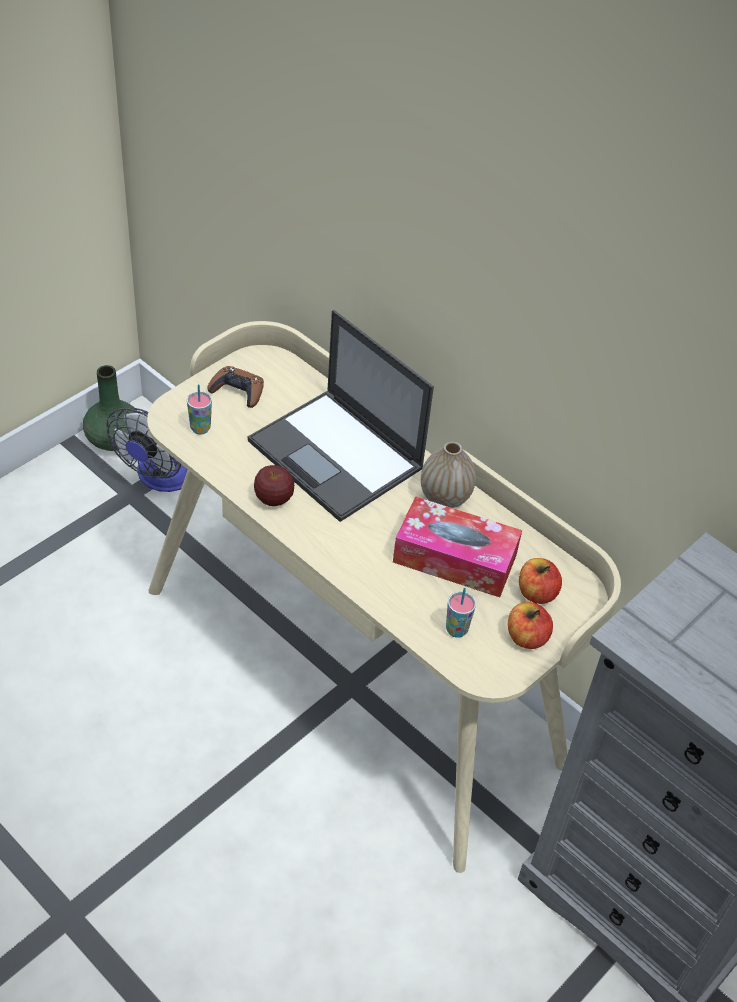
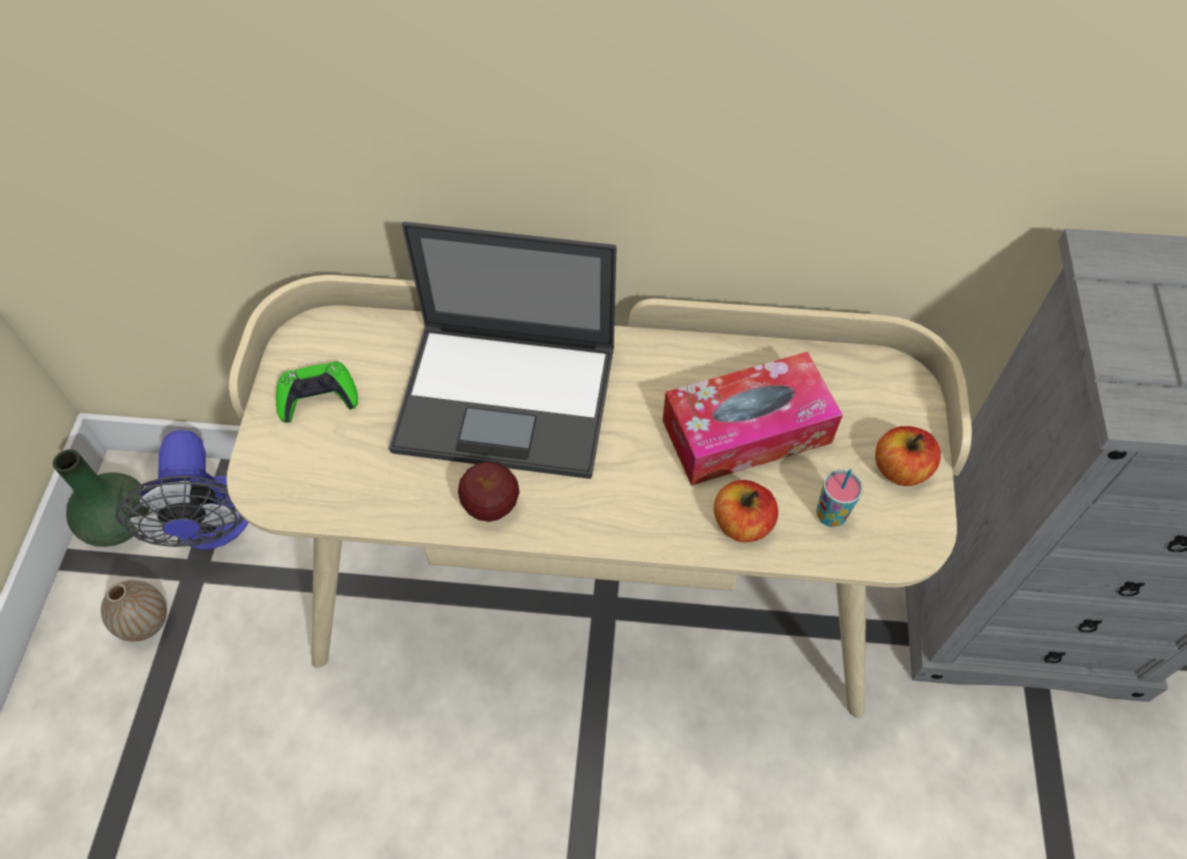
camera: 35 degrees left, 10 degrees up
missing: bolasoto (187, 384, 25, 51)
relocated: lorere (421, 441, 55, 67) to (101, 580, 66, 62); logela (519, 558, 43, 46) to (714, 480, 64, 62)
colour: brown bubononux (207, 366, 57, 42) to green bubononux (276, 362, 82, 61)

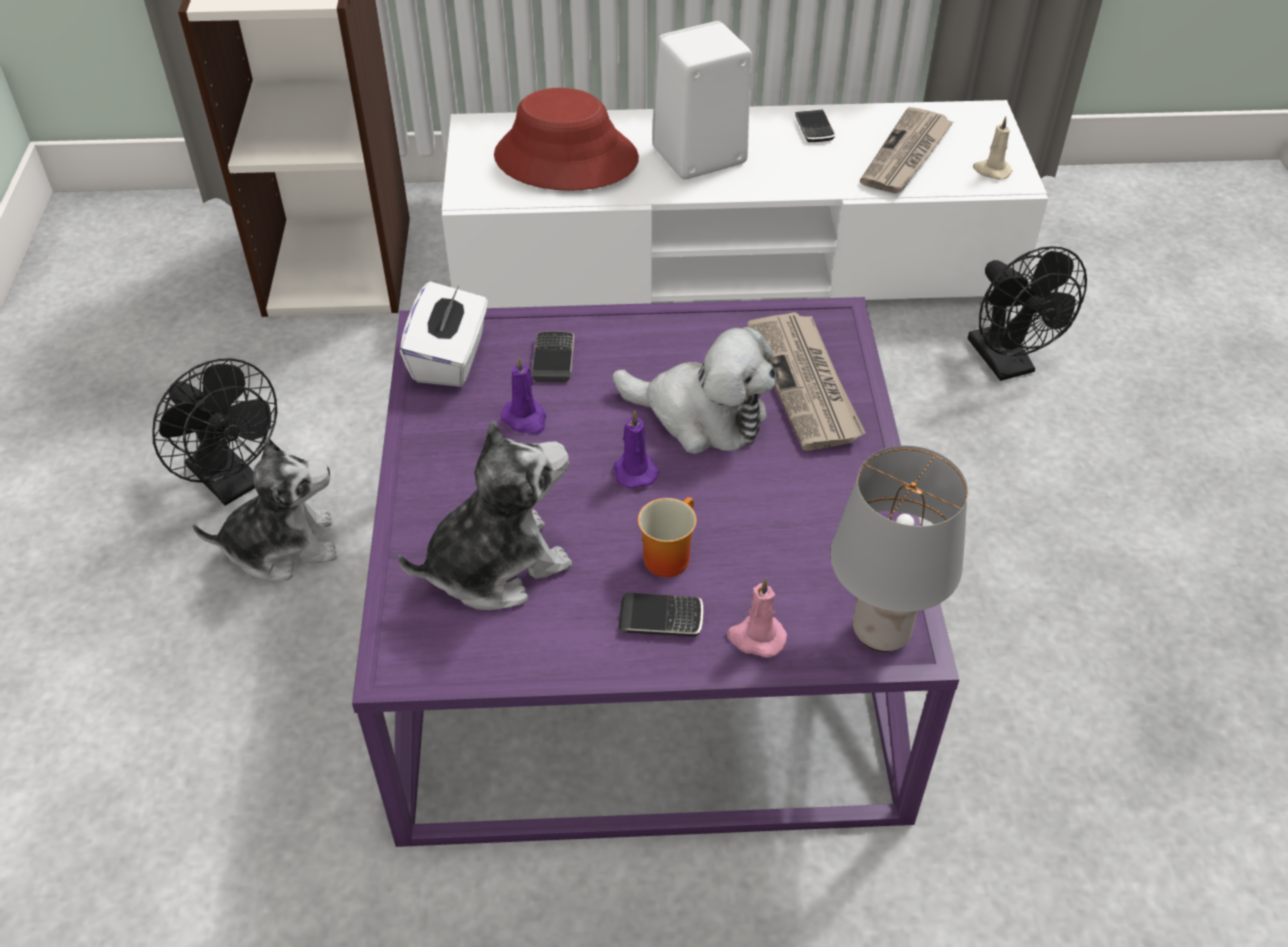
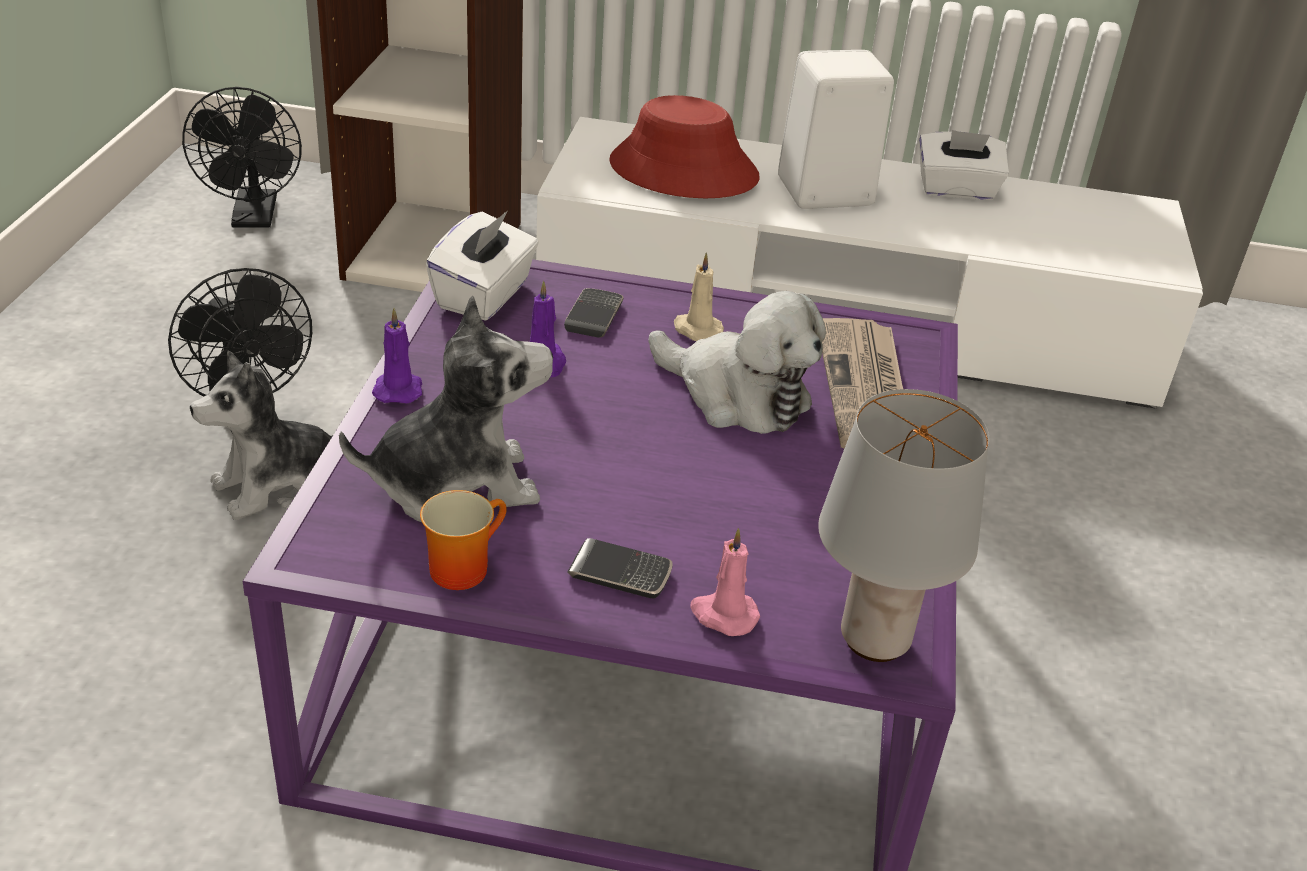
camera: 10 degrees right, 10 degrees down
missing: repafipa (860, 107, 94, 87)
relocated: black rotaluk (968, 246, 119, 135) to (182, 87, 120, 141); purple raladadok (614, 410, 45, 79) to (372, 308, 50, 96); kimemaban (638, 497, 59, 80) to (420, 490, 87, 100); beige raladadok (973, 116, 39, 64) to (674, 253, 50, 88)
exchanged: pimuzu (795, 110, 40, 32) to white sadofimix (919, 130, 90, 70)
spun: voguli (192, 438, 145, 142) = (190, 351, 157, 169) 150 degrees clockwise

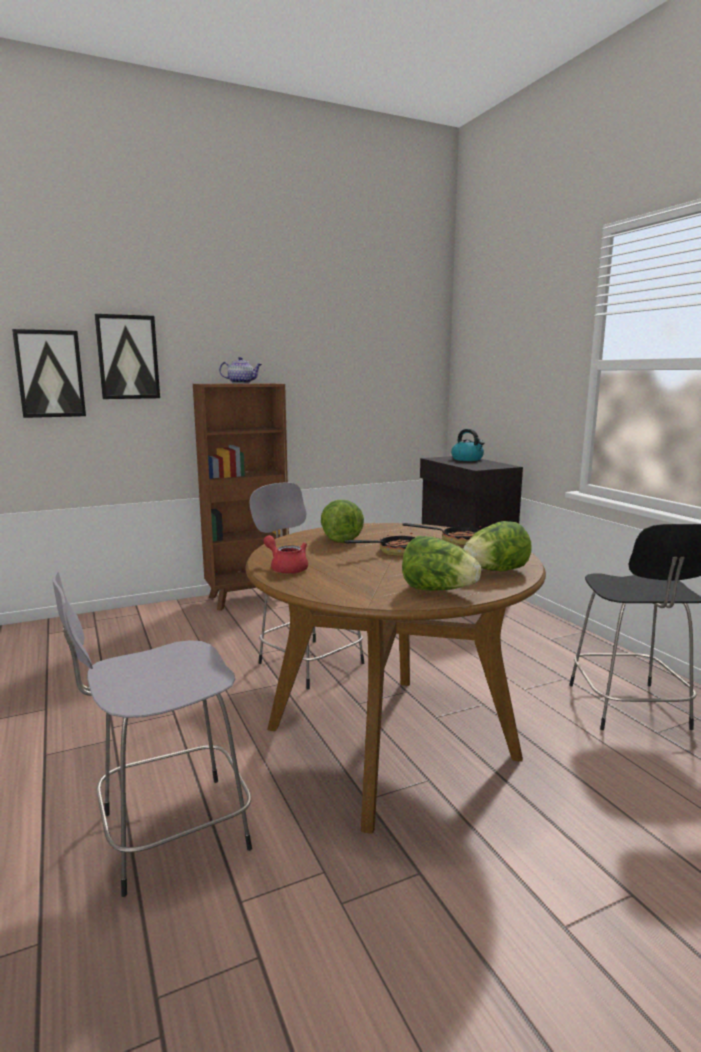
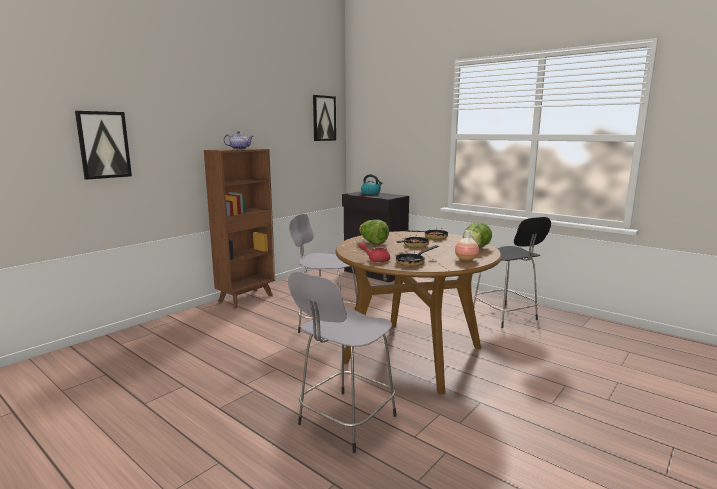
camera: 25 degrees left, 0 degrees up
appeared: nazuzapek (396, 245, 42, 21)
relocated: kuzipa (95, 314, 65, 85) to (313, 95, 23, 46)
exchanged: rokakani (402, 536, 79, 55) to lorere (455, 230, 24, 31)

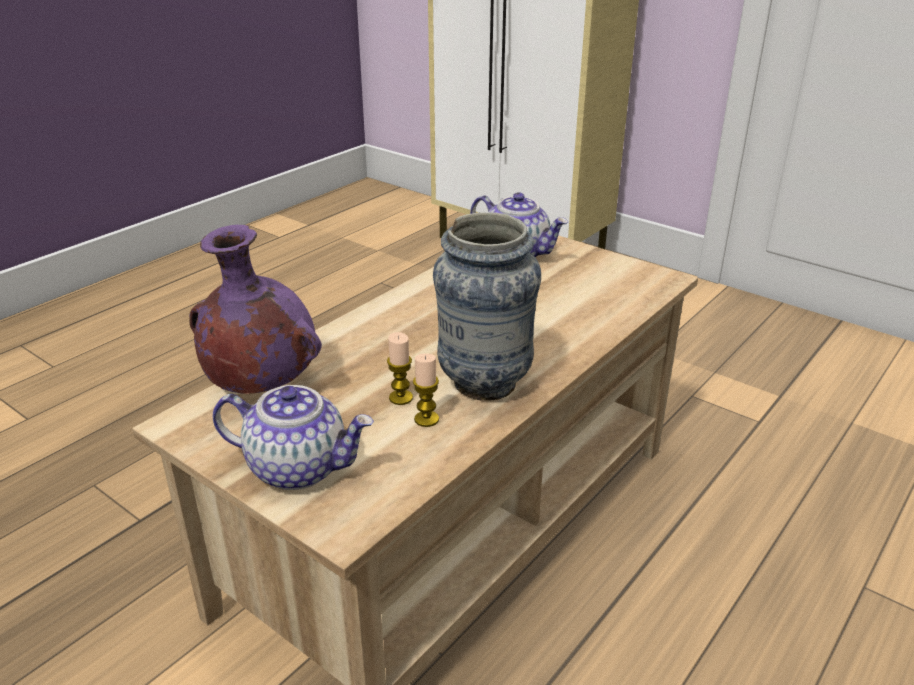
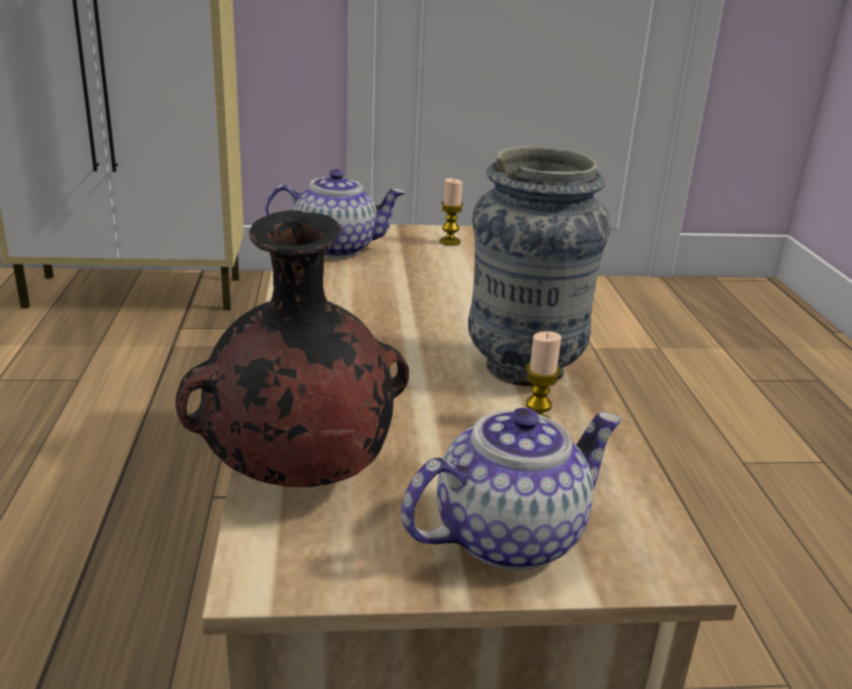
camera: 45 degrees left, 5 degrees down
relocated: raladadok (387, 332, 26, 73) to (439, 178, 24, 68)
colour: purple lorere (189, 225, 133, 169) to black lorere (175, 210, 234, 277)

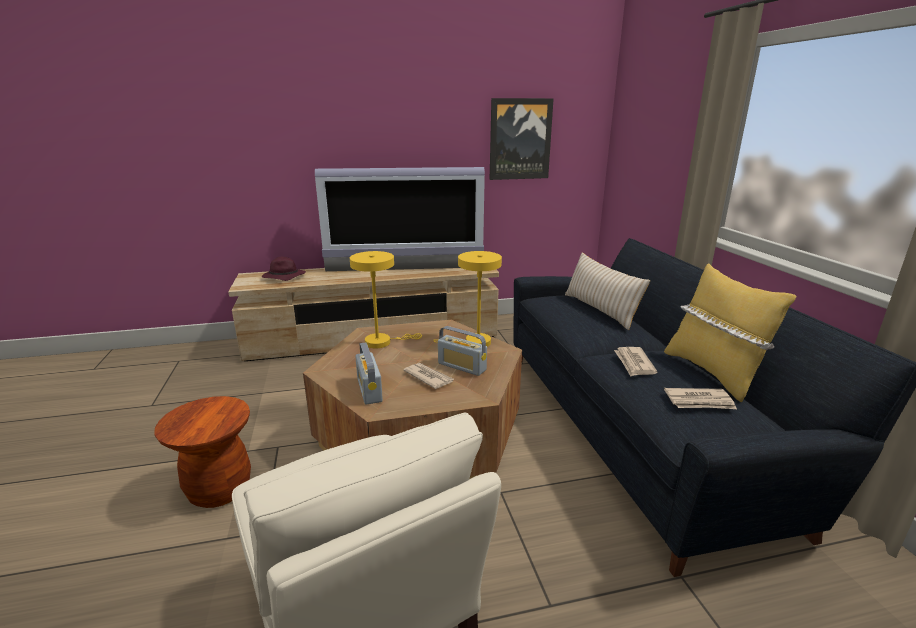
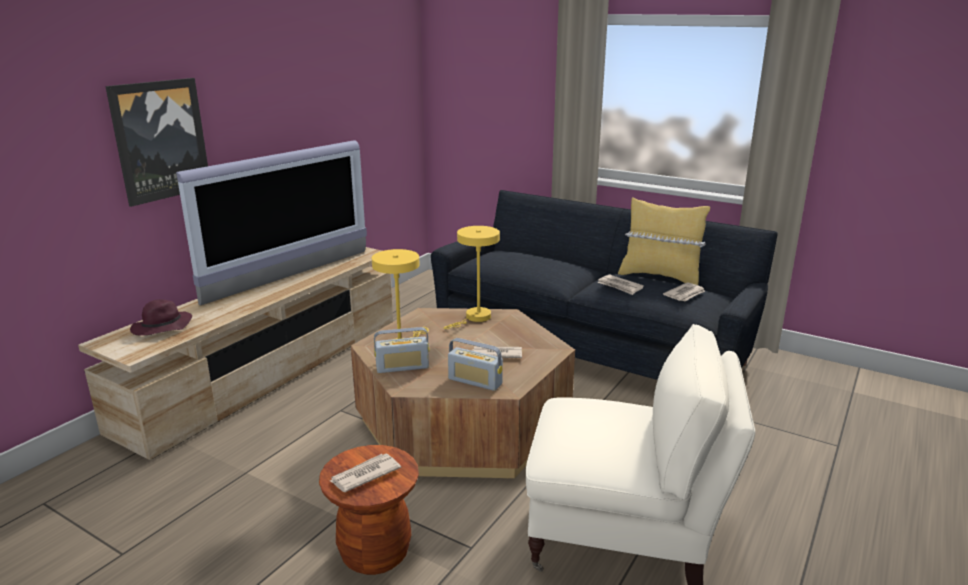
camera: 45 degrees left, 0 degrees up
missing: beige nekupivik (565, 253, 85, 77)
appeared: repafipa (330, 454, 71, 38)
relocated: kuzipa (490, 98, 64, 82) to (105, 78, 103, 129); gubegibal (438, 326, 49, 50) to (374, 327, 55, 46)

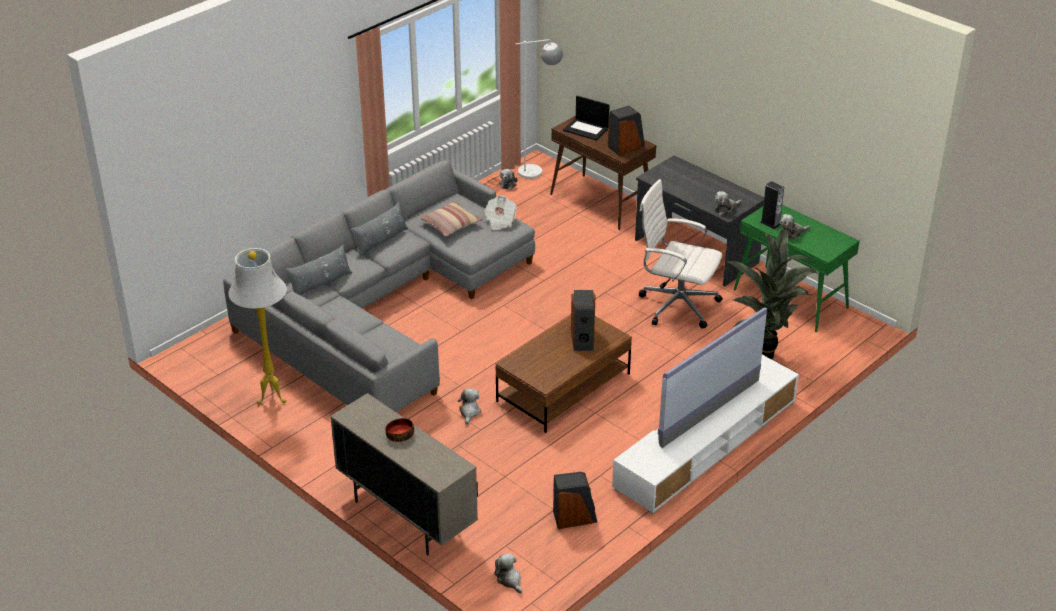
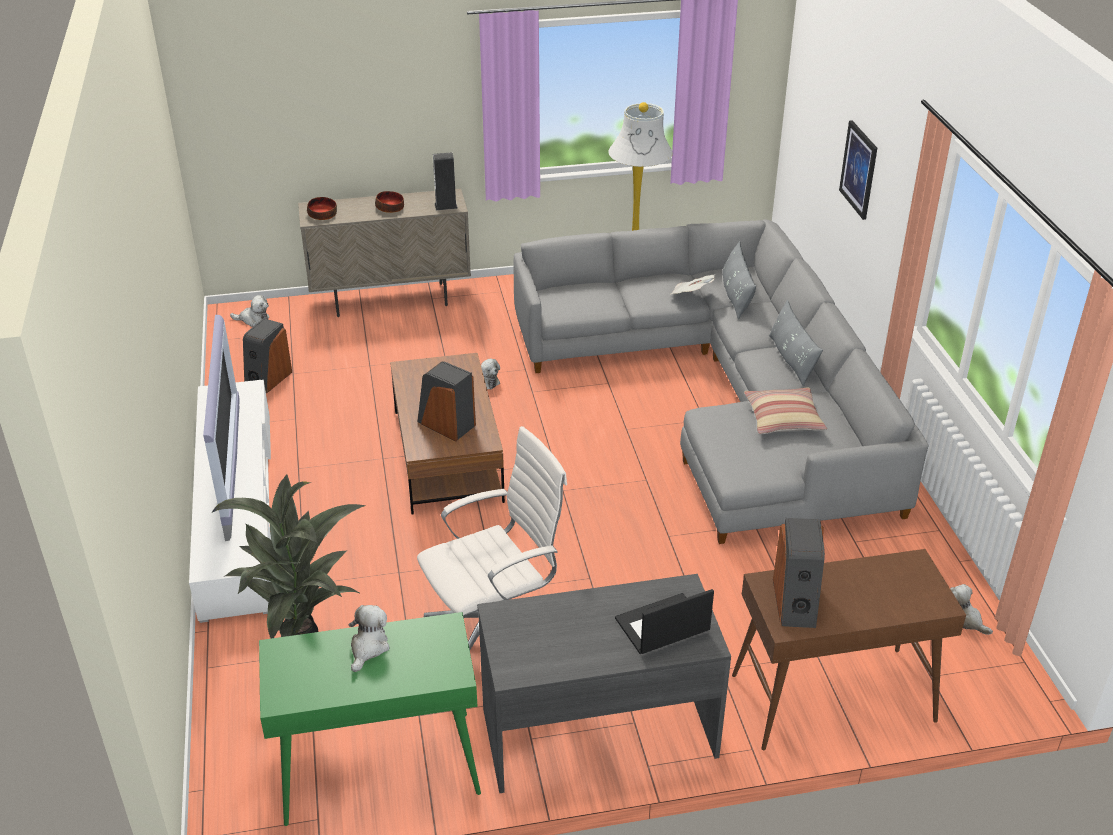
camera: 125 degrees right, 0 degrees up
missing: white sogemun (516, 39, 47, 140); voguli (715, 191, 27, 25)
appeared: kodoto (307, 197, 30, 23); kuzipa (839, 120, 38, 100)
relocated: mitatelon (760, 181, 24, 48) to (433, 152, 25, 58); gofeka (563, 96, 47, 44) to (615, 589, 99, 65); repafipa (484, 195, 33, 35) to (671, 274, 45, 20)

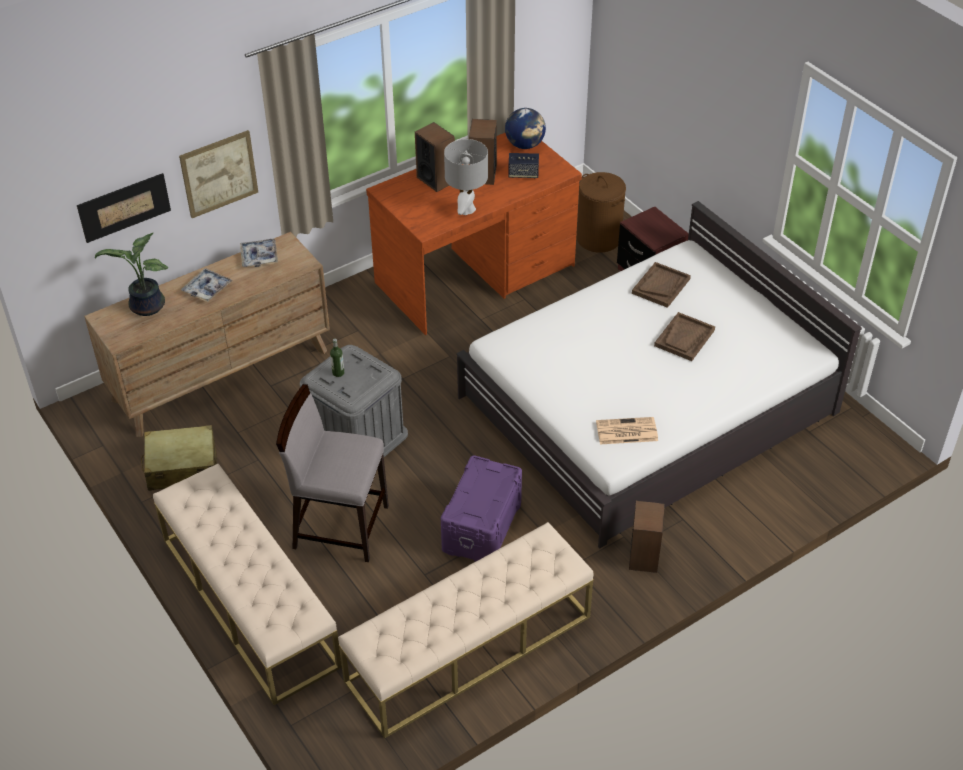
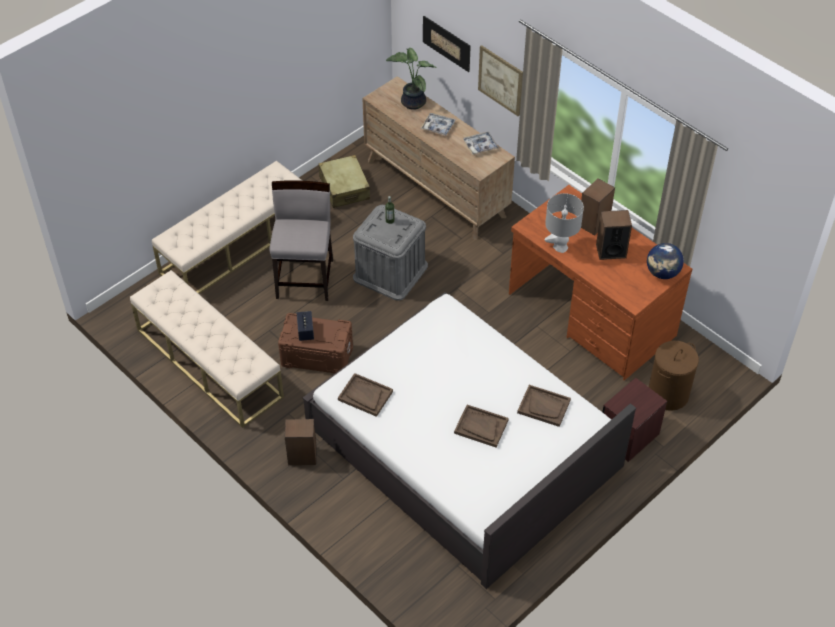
camera: 80 degrees right, 5 degrees up
relocated: mitatelon (508, 153, 31, 25) to (297, 311, 17, 30)
exchanged: repafipa (596, 417, 62, 28) to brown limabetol (338, 373, 55, 44)
colour: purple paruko (441, 456, 81, 105) to brown paruko (278, 313, 75, 61)

